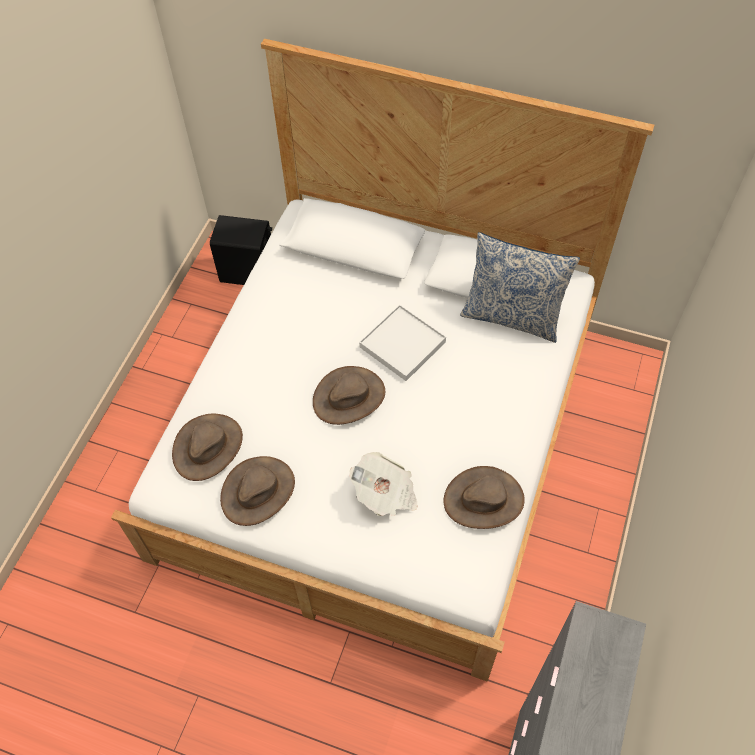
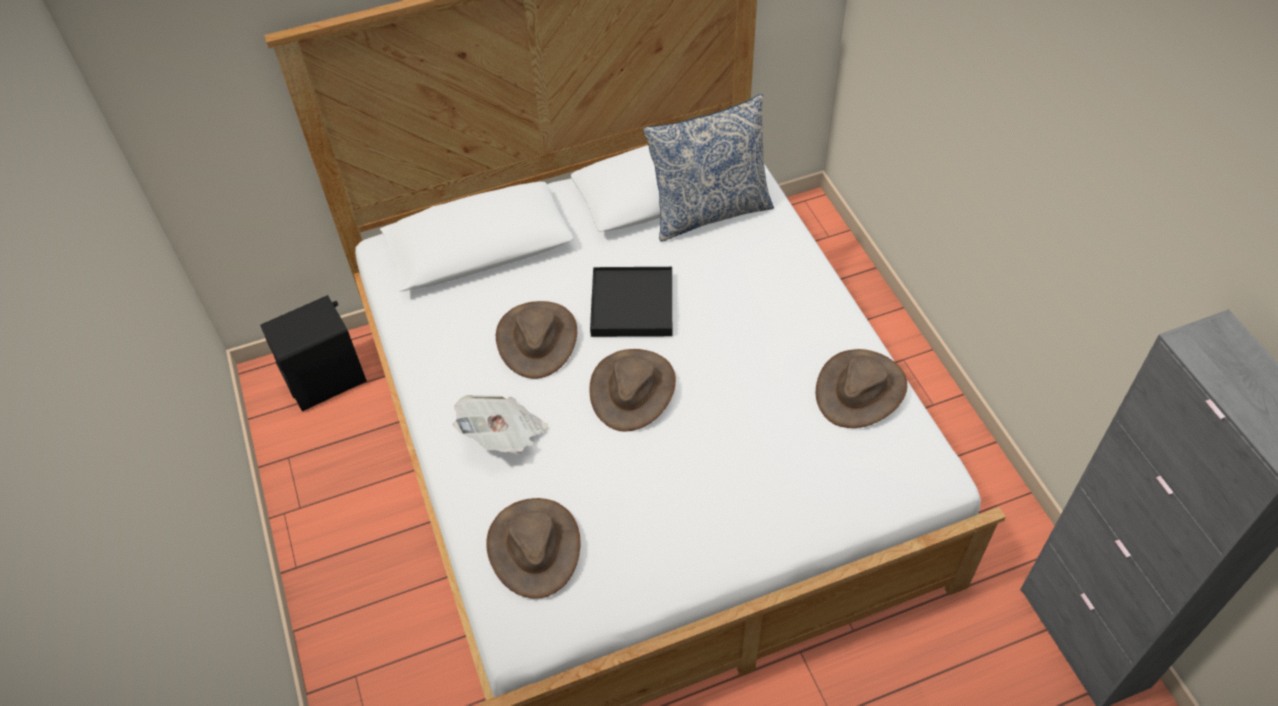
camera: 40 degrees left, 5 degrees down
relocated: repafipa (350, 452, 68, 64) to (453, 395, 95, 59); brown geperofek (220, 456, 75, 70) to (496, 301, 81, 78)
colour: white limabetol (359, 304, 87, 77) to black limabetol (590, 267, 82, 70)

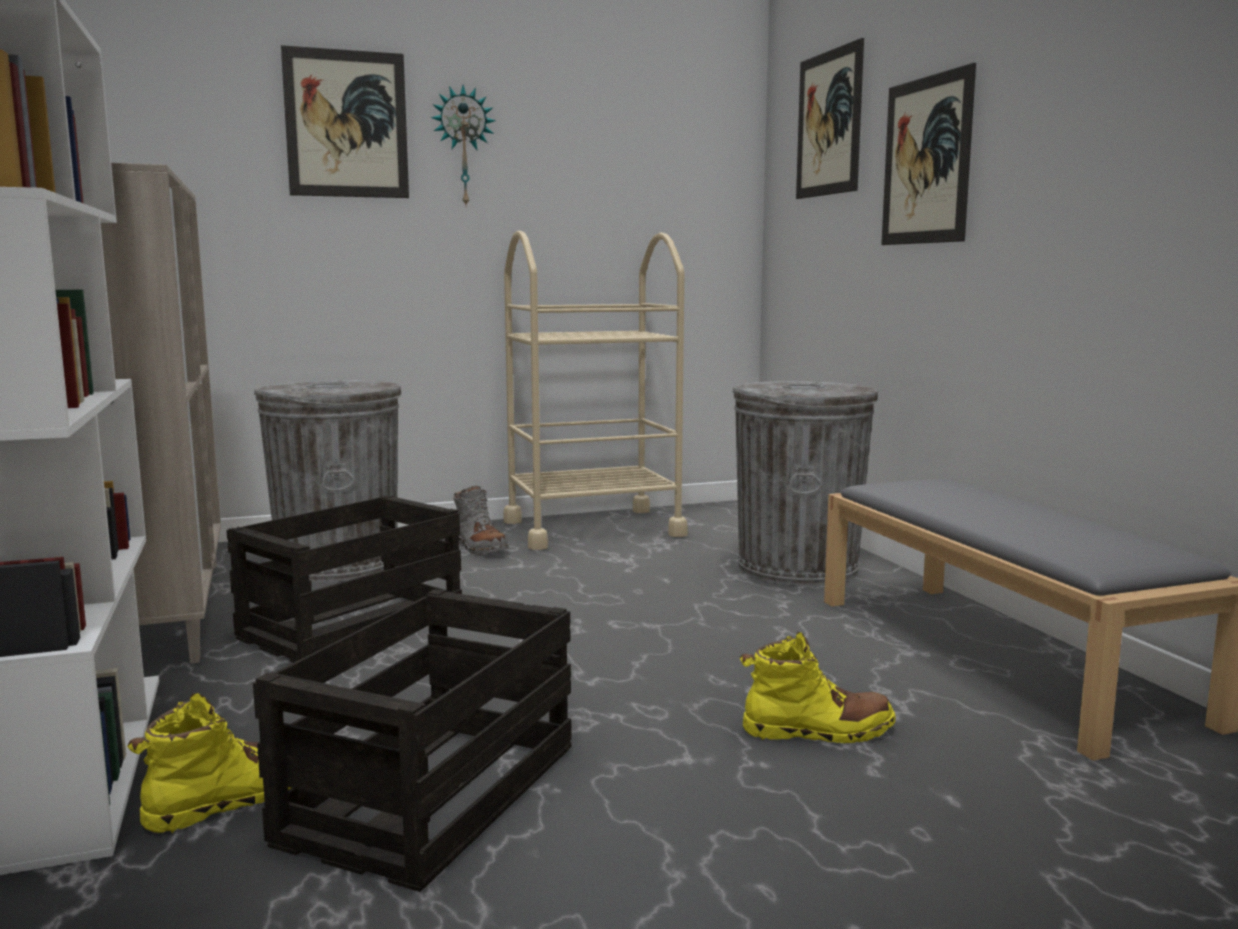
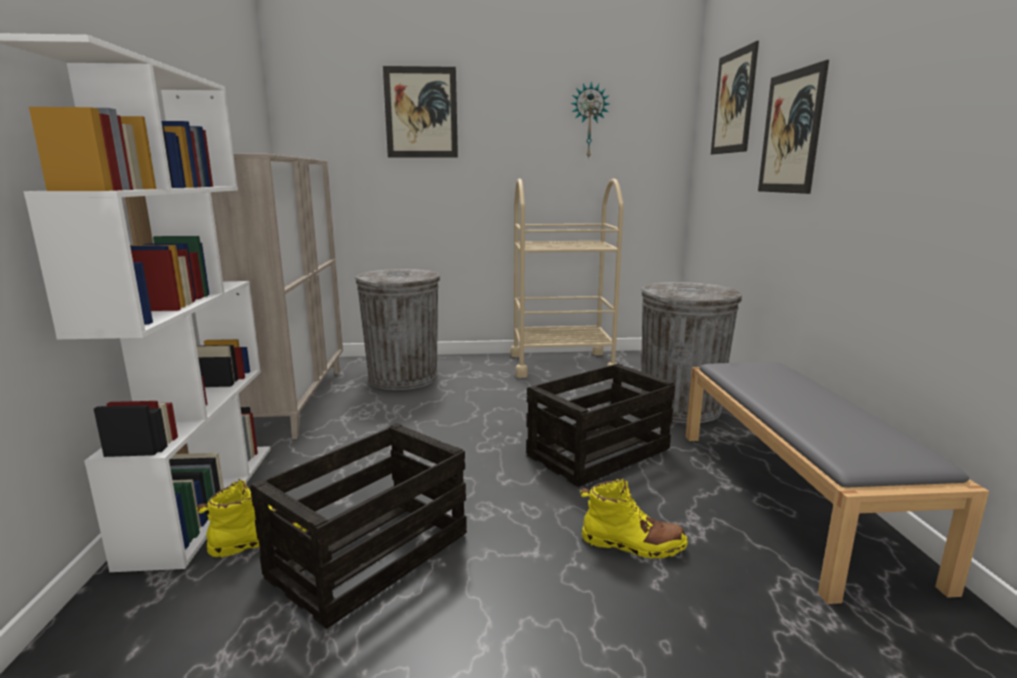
camera: 15 degrees right, 5 degrees up
missing: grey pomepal (453, 486, 56, 69)
relocated: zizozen (226, 495, 236, 168) to (526, 363, 149, 124); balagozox (431, 85, 64, 120) to (570, 81, 40, 78)

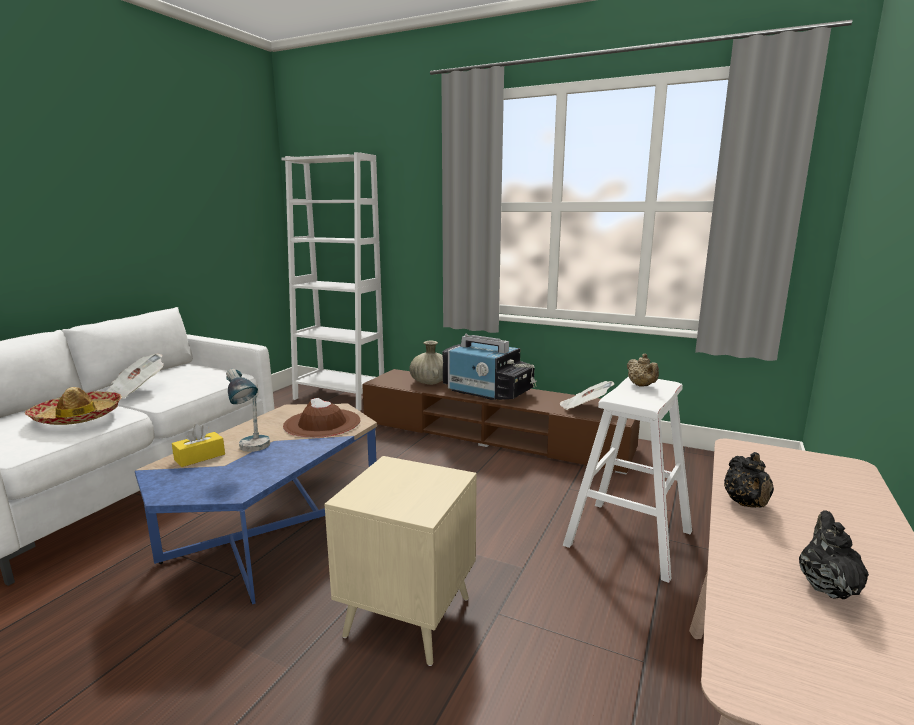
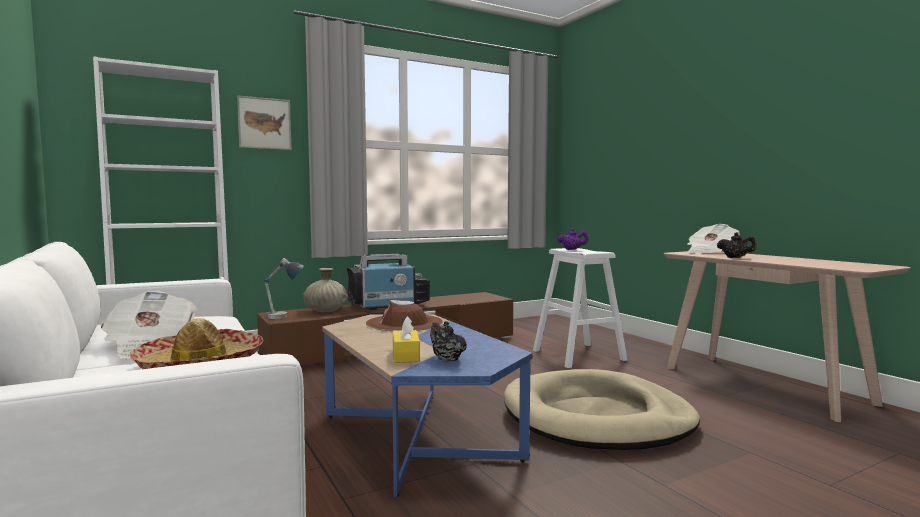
camera: 55 degrees left, 10 degrees down
appeared: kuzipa (237, 95, 54, 55)
relocated: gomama (226, 369, 44, 83) to (264, 258, 40, 61); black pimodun (799, 510, 70, 89) to (430, 321, 37, 41); repafipa (559, 381, 55, 29) to (687, 224, 53, 30)
exchanged: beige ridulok (324, 456, 153, 210) to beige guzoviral (504, 369, 196, 81)
colour: beige pimodun (627, 354, 32, 32) to purple pimodun (558, 228, 31, 22)

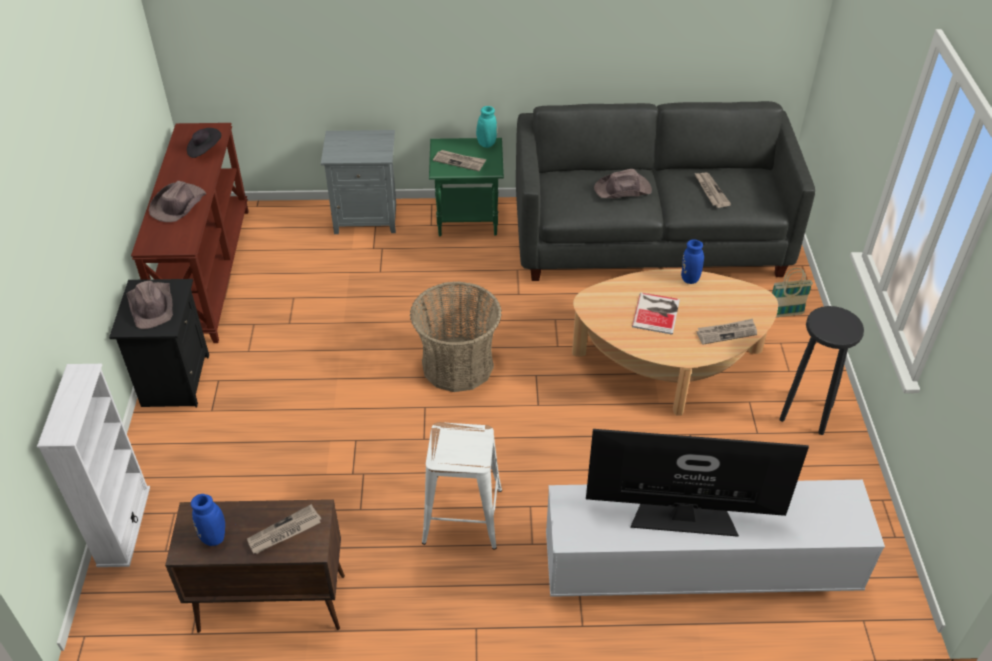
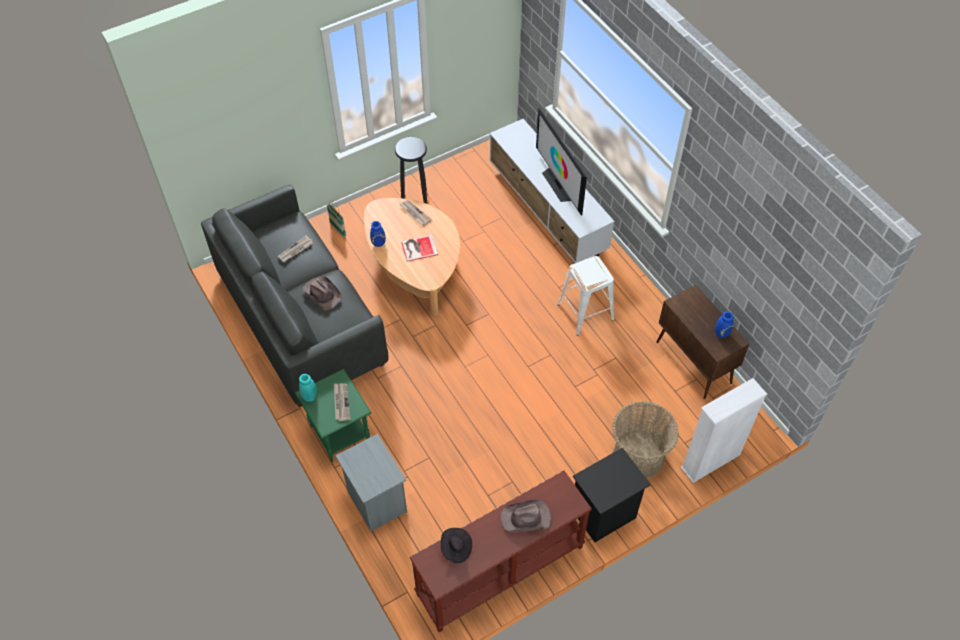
camera: 120 degrees left, 10 degrees up
missing: brown geperofek (127, 281, 46, 48); repafipa (247, 504, 74, 50)
relocated: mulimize (410, 281, 92, 111) to (612, 401, 67, 77)

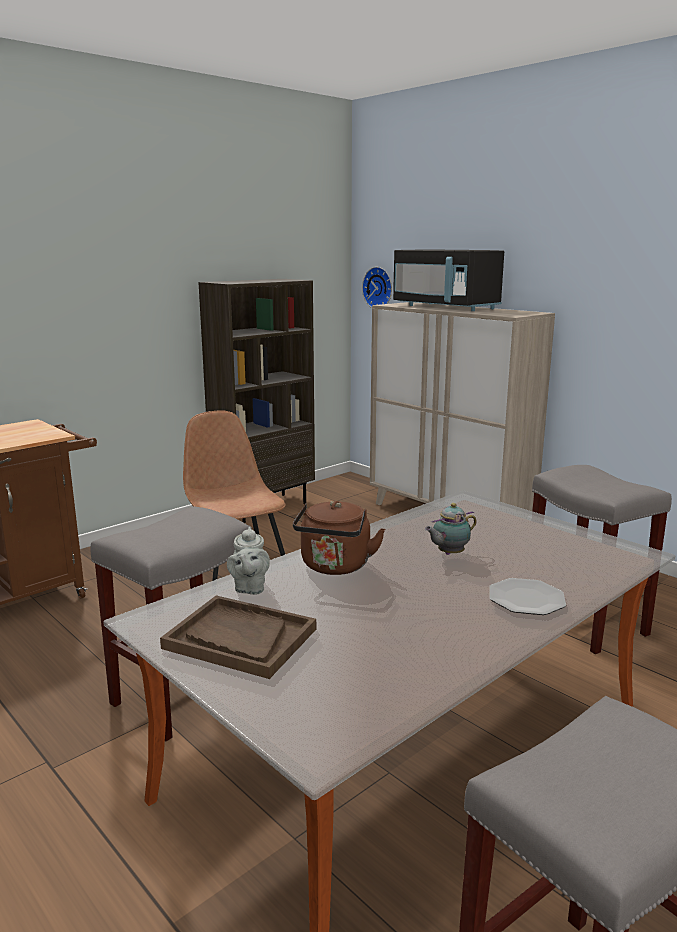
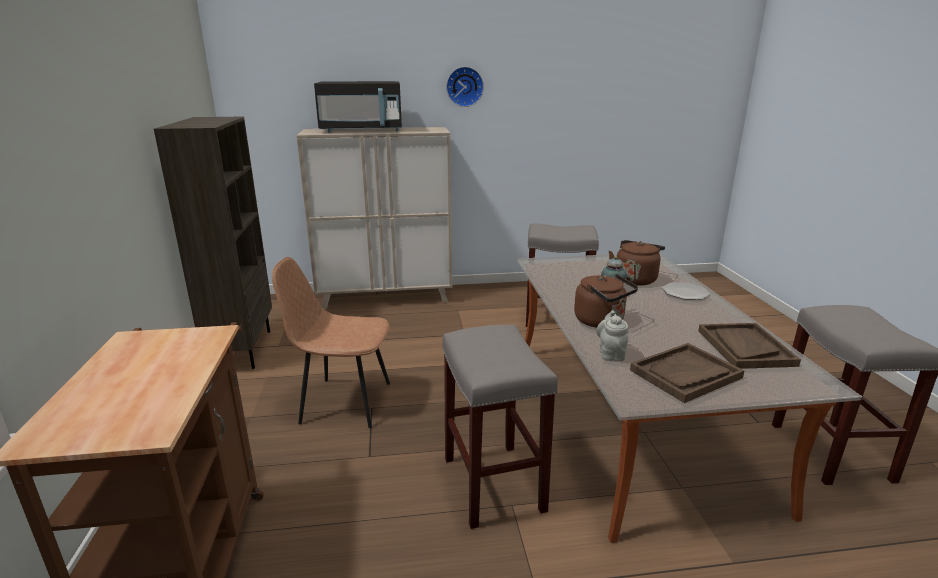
camera: 55 degrees left, 5 degrees up
appeared: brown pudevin (609, 240, 56, 46); brown limabetol (698, 323, 103, 46)
relocated: balagozox (362, 267, 30, 41) to (446, 67, 38, 40)
spun: grey pimodun (227, 527, 43, 68) = (596, 310, 32, 51) 120 degrees counterclockwise

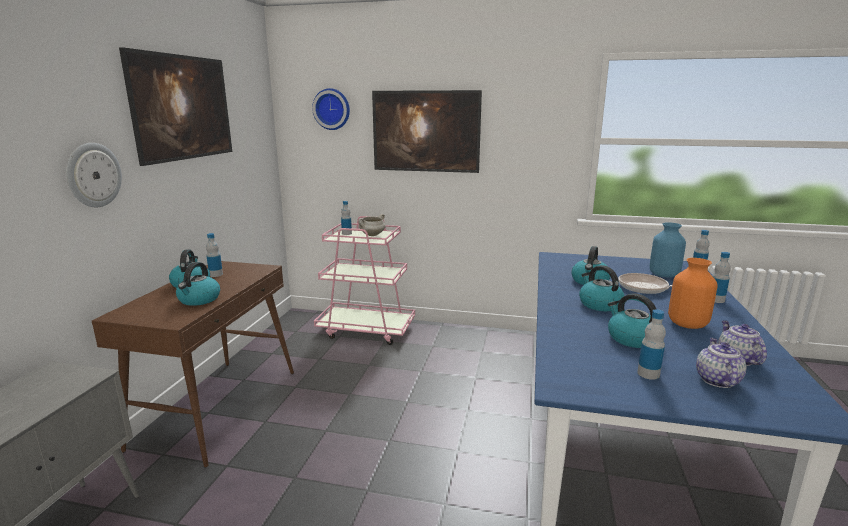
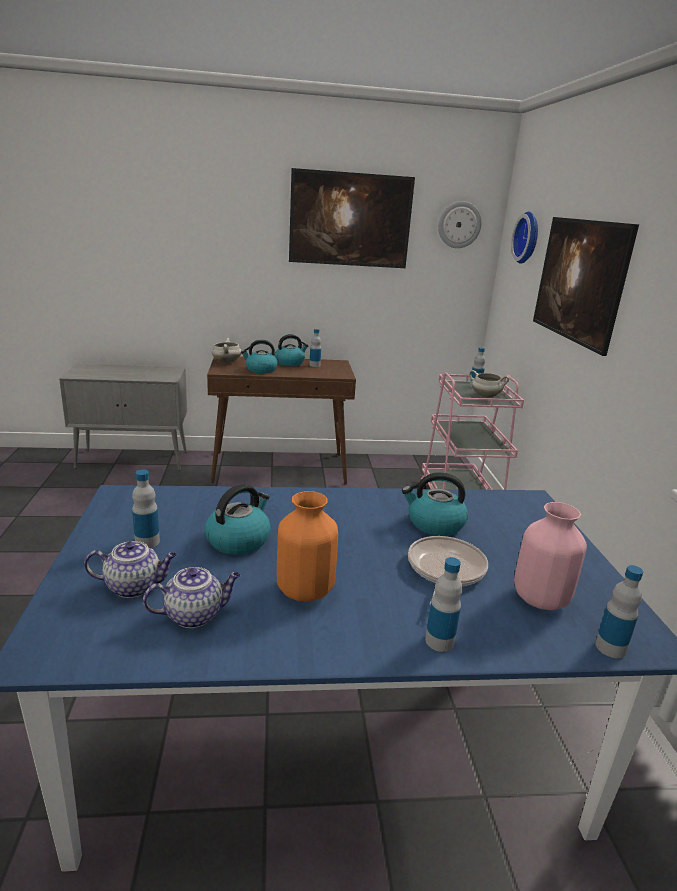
camera: 70 degrees right, 5 degrees up
missing: pudevin (579, 265, 46, 46)
appeared: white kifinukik (211, 338, 30, 26)
relocated: balagozox (66, 143, 56, 64) to (438, 201, 44, 47)
colour: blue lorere (650, 222, 36, 55) to pink lorere (514, 502, 73, 108)

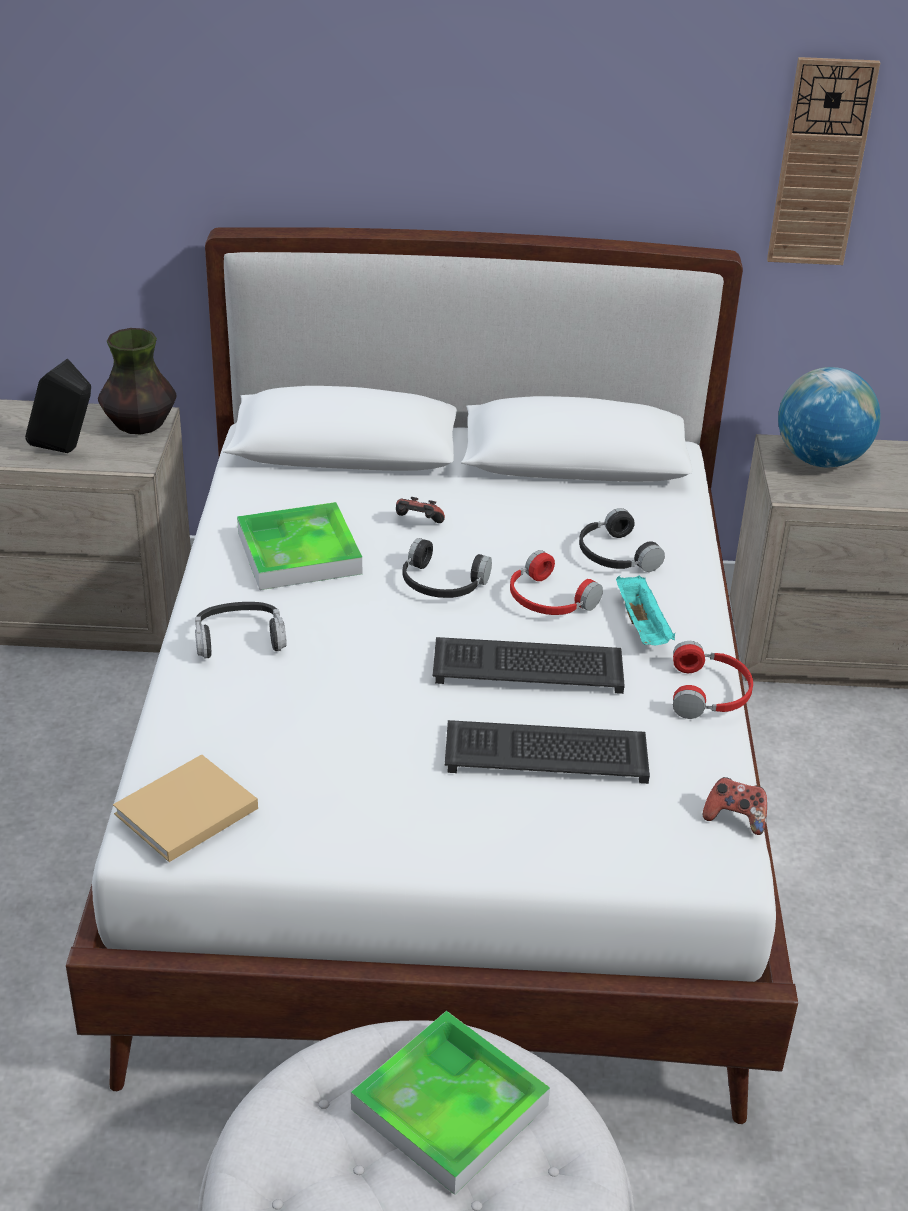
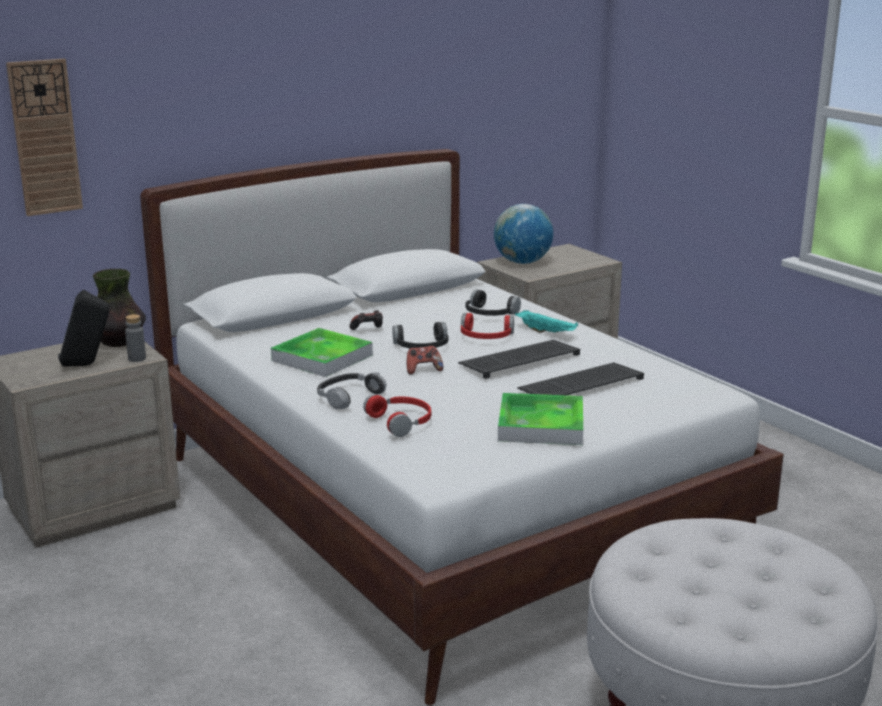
camera: 35 degrees left, 15 degrees down
missing: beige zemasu (113, 754, 145, 108)
appeared: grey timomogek (125, 314, 21, 48)
relocated: balagozox (767, 57, 113, 208) to (6, 59, 77, 157); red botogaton (673, 641, 80, 78) to (363, 394, 68, 43); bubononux (703, 777, 64, 58) to (407, 346, 36, 29); limabetol (351, 1011, 199, 184) to (498, 393, 85, 52)

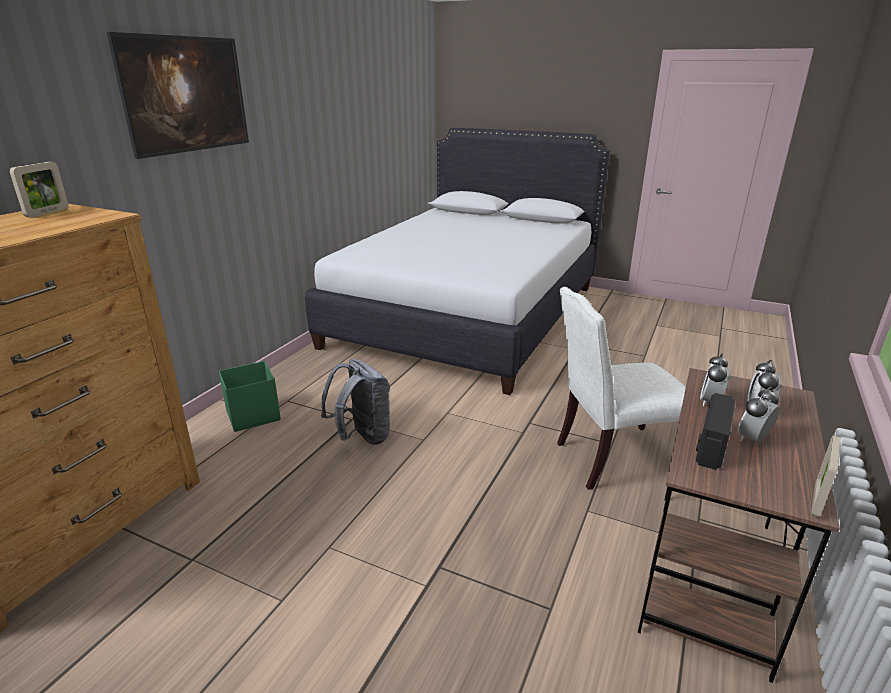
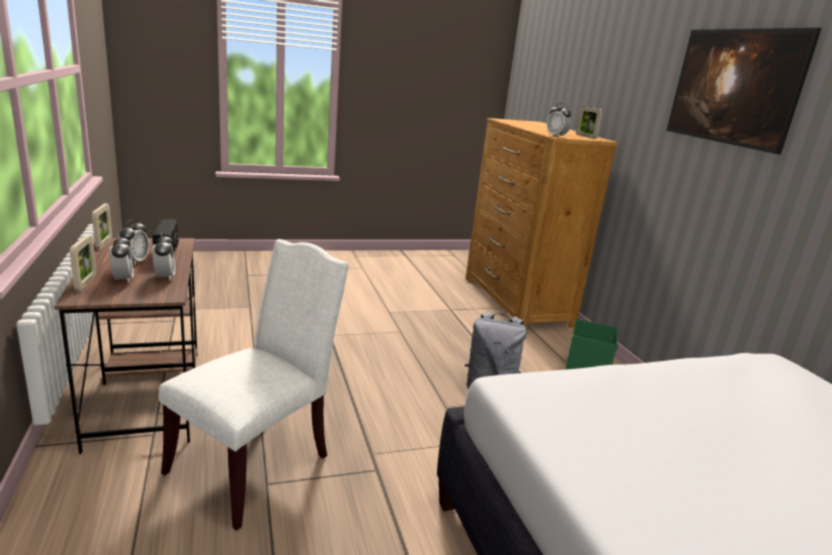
camera: 135 degrees right, 5 degrees down
appeared: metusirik (70, 235, 27, 56); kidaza (547, 103, 24, 34)

